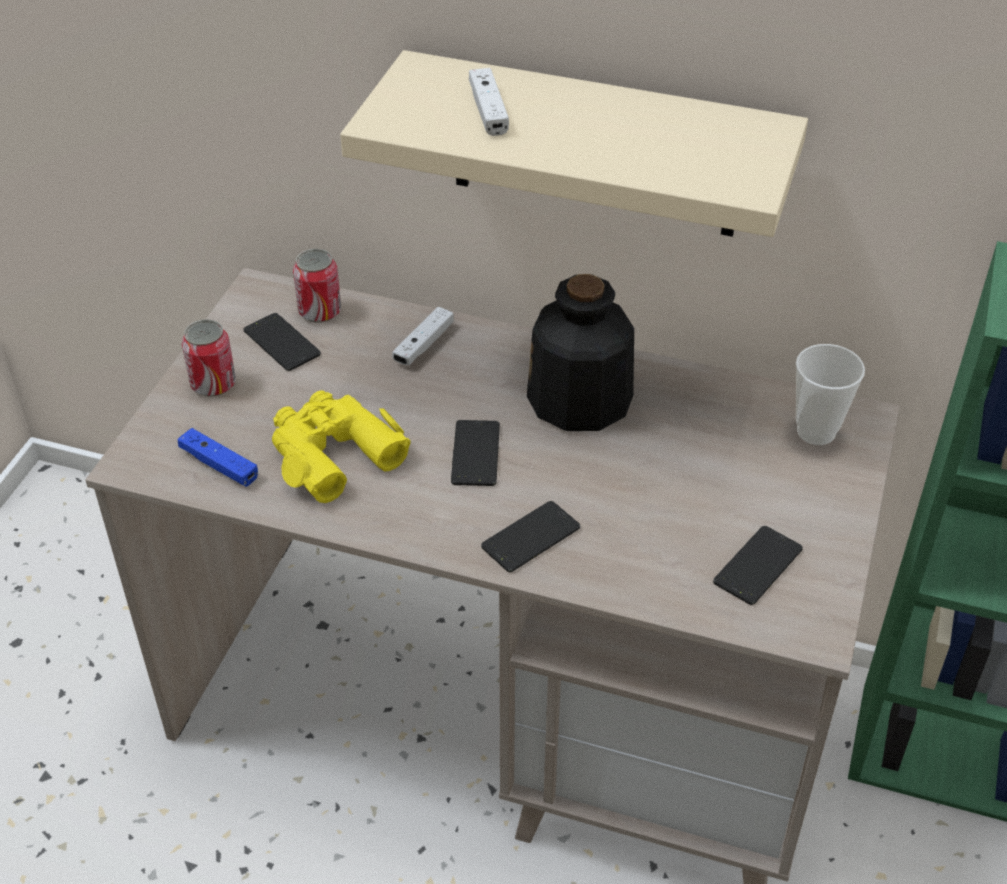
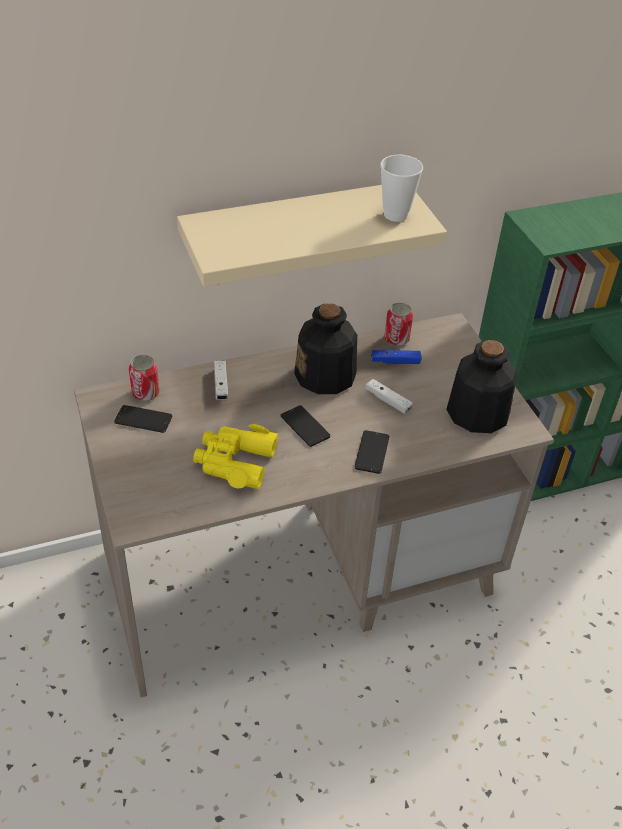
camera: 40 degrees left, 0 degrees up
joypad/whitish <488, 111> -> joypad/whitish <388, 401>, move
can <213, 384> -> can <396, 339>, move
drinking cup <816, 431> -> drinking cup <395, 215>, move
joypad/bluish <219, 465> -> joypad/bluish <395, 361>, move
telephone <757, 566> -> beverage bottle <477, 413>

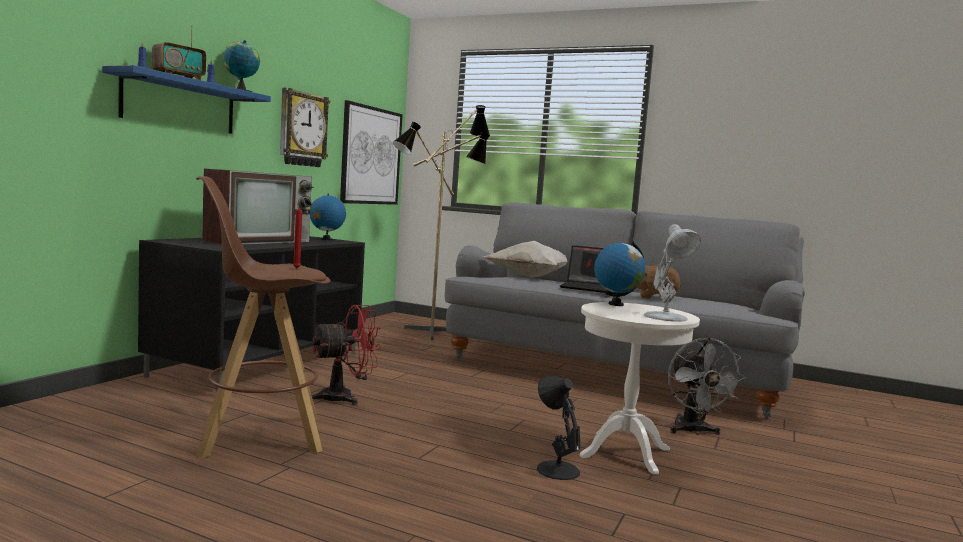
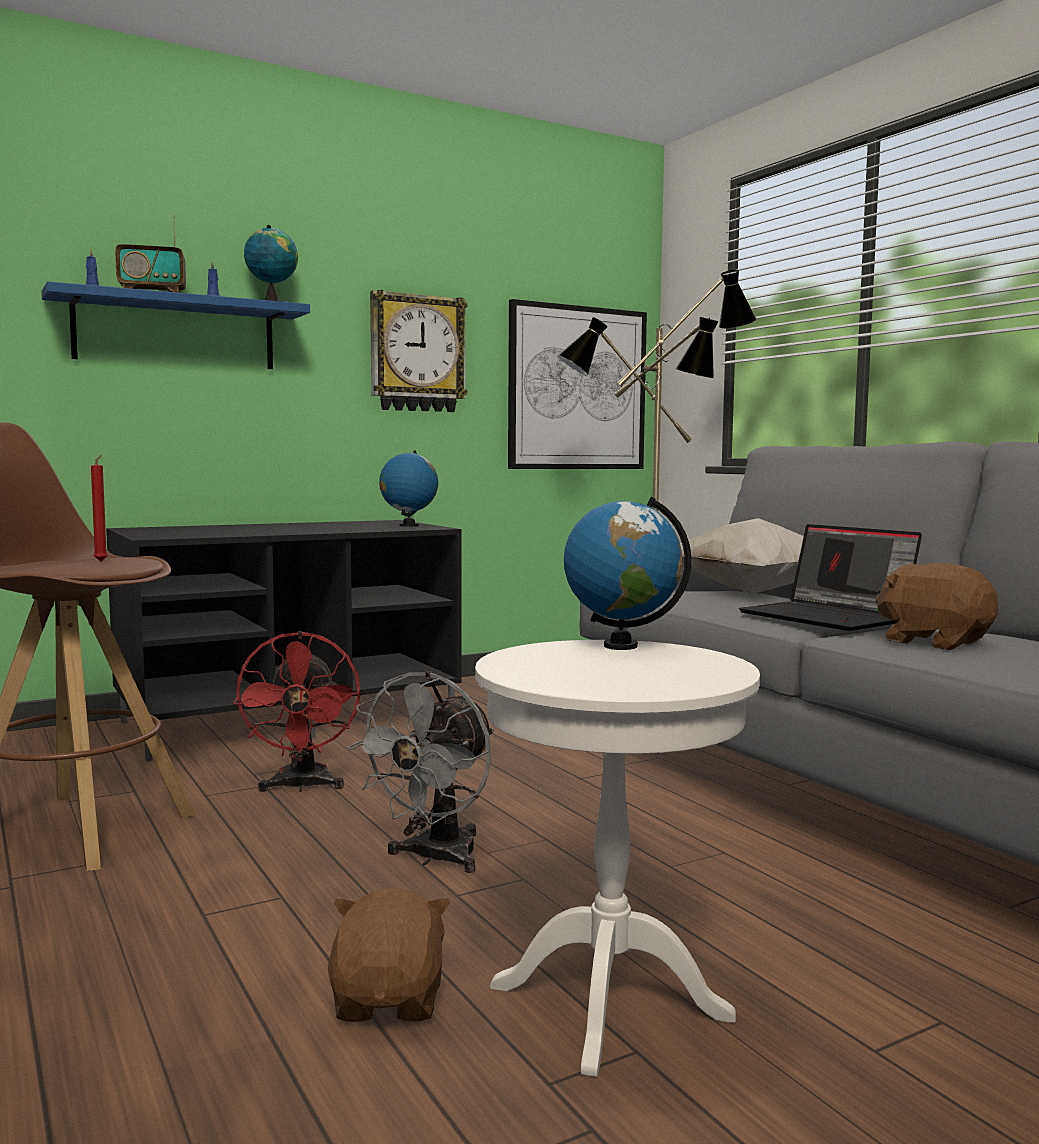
camera: 35 degrees right, 0 degrees up
television <259, 241> -> none
table lamp/whitish <667, 317> -> none
cooling fan/red <345, 397> -> cooling fan/red <301, 787>, 75 degrees clockwise
cooling fan/grey <693, 431> -> cooling fan/grey <434, 859>, move
table lamp/black-coloured <556, 469> -> cuddly toy/brownish <390, 1000>

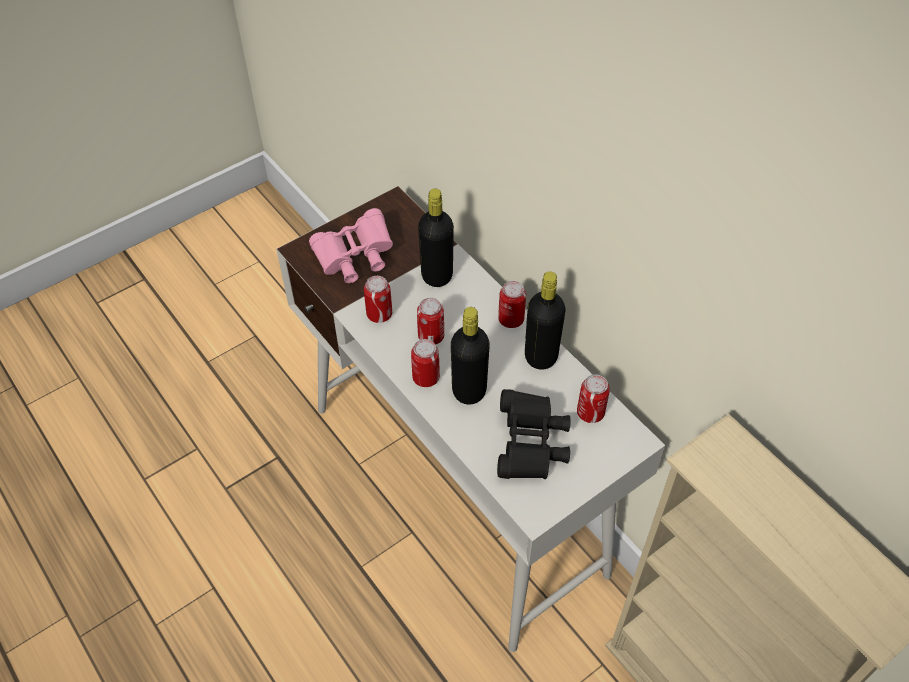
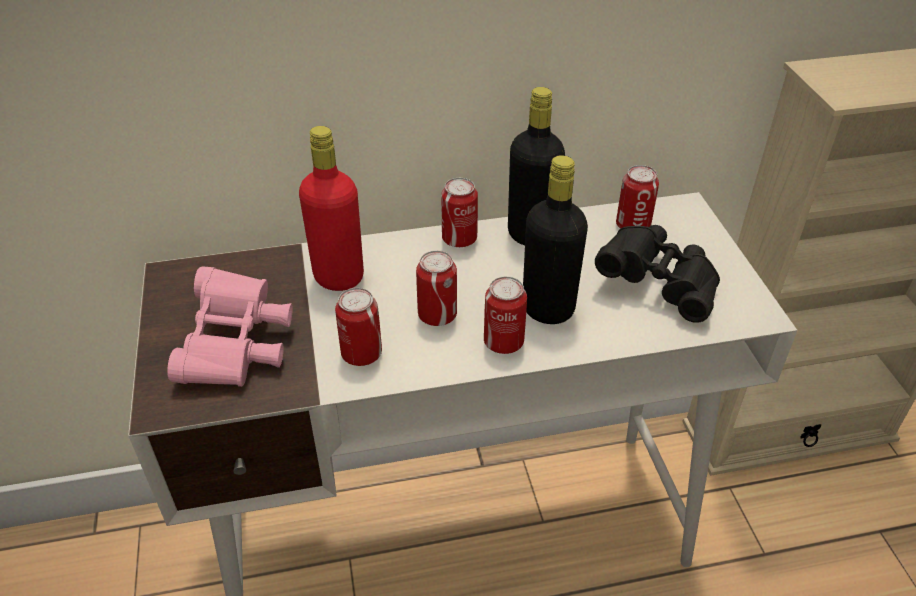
camera: 65 degrees left, 10 degrees down
beverage bottle/black-coloured <437, 275> -> beverage bottle/red <339, 277>

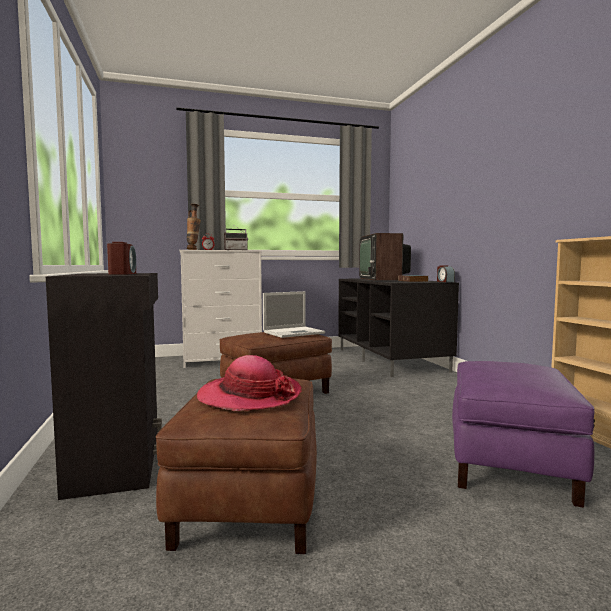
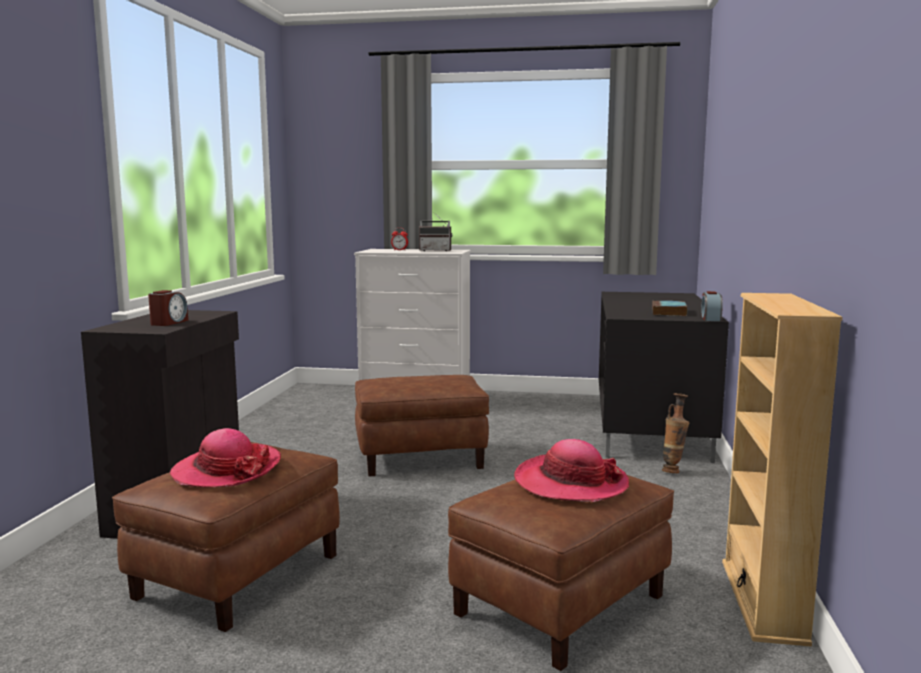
camera: 25 degrees right, 5 degrees up
decorative vase <193, 249> -> decorative vase <673, 471>, move
television <383, 279> -> none
portable computer <294, 332> -> none
ottoman/purple-coloured <510, 465> -> ottoman/brownish <561, 605>
none -> wearable hat <570, 483>

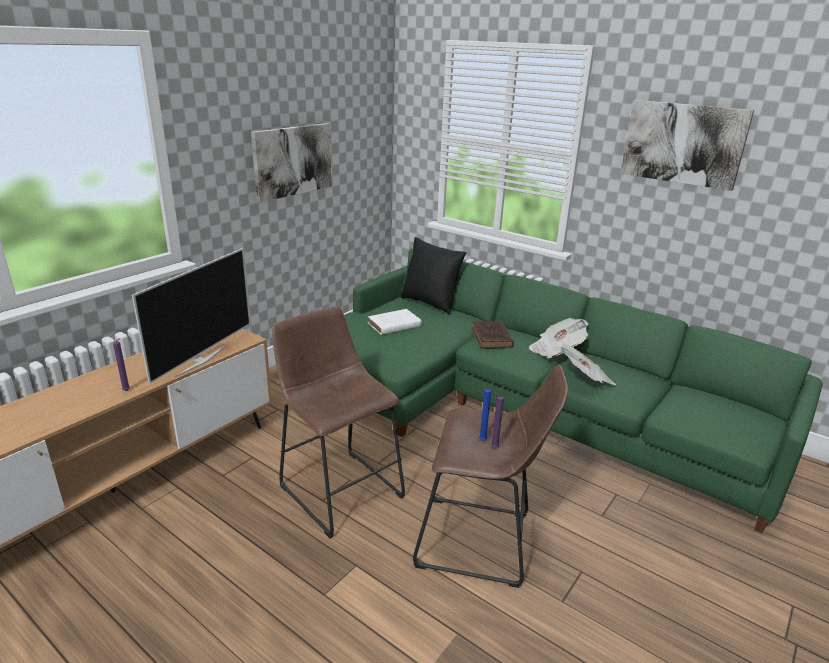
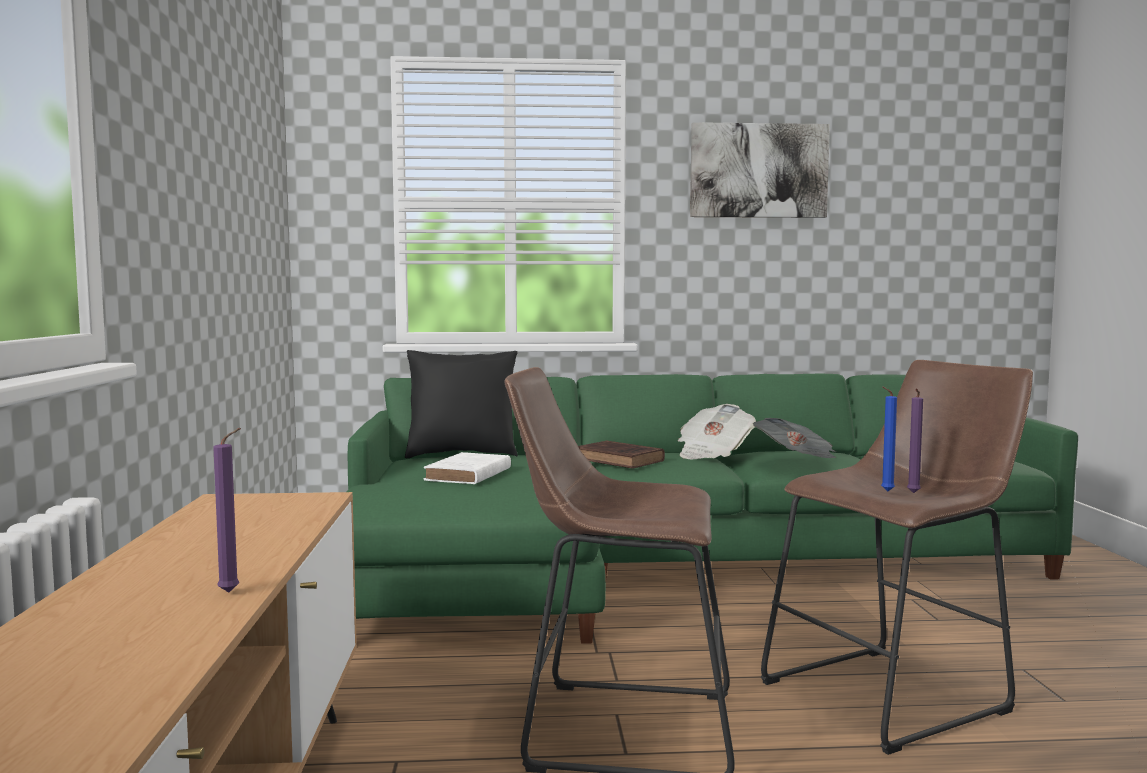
camera: 40 degrees left, 20 degrees down
wall art <292, 160> -> none
television <200, 360> -> none

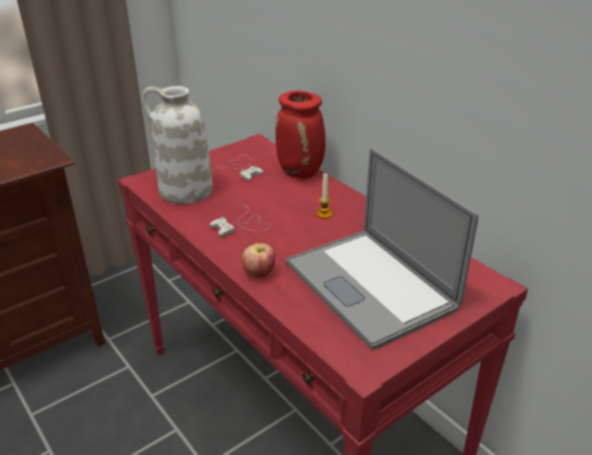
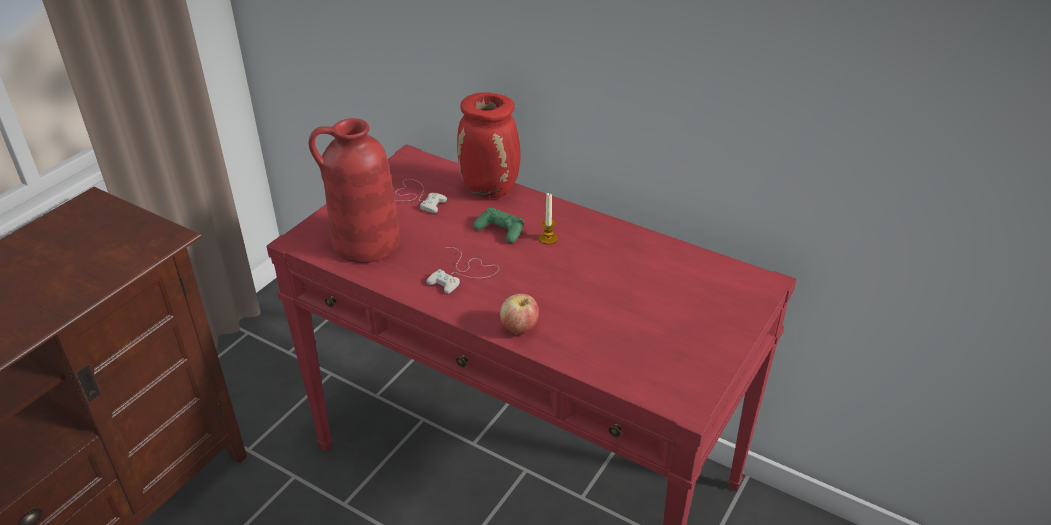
camera: 20 degrees left, 5 degrees up
decorative vase/whitish <185, 191> -> decorative vase/red <365, 244>
portable computer <369, 285> -> none
none -> joypad/greenish <500, 230>

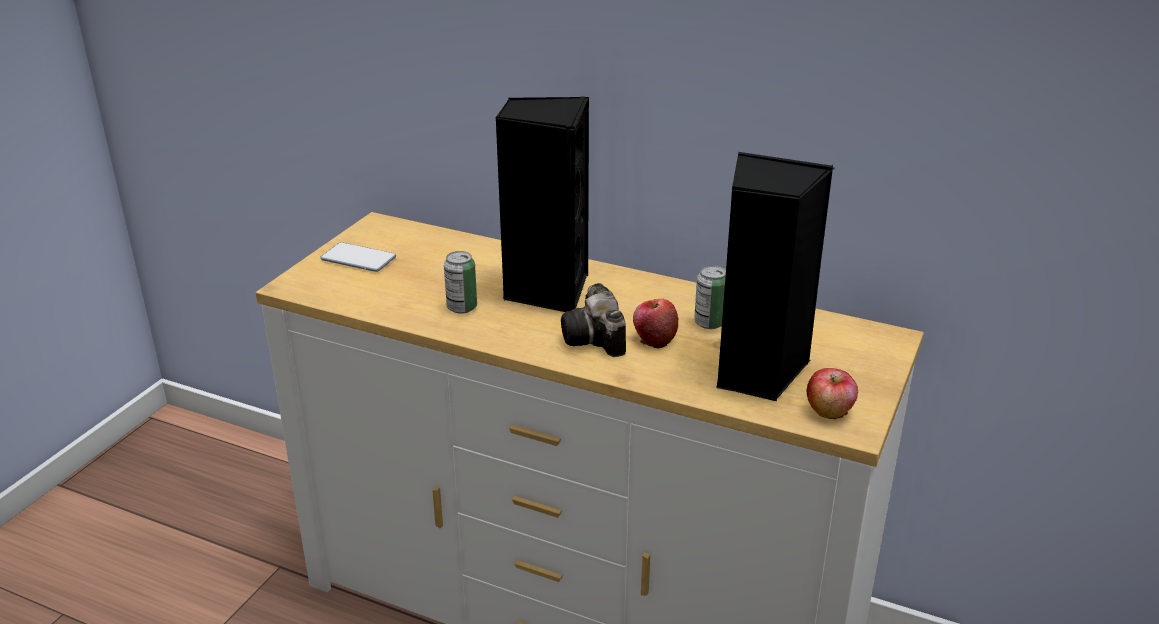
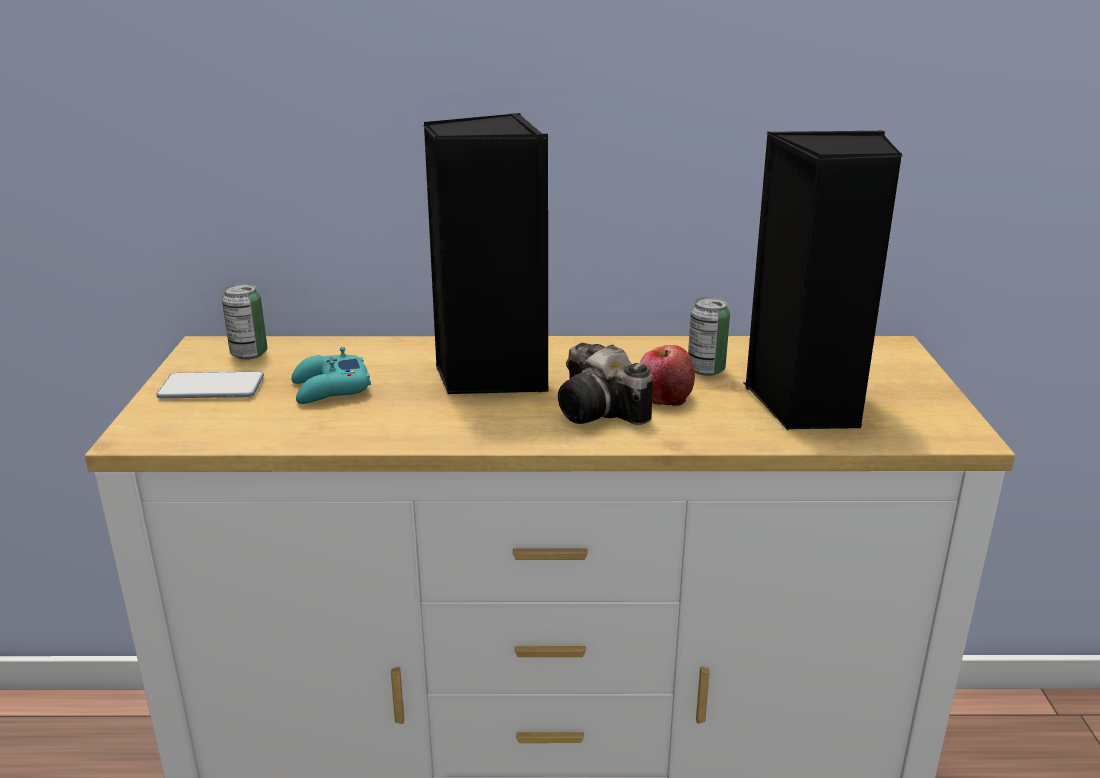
camera: 25 degrees left, 5 degrees down
can <462, 307> -> can <249, 354>, move
apple fruit <829, 411> -> none
none -> joypad/blue-green <330, 389>

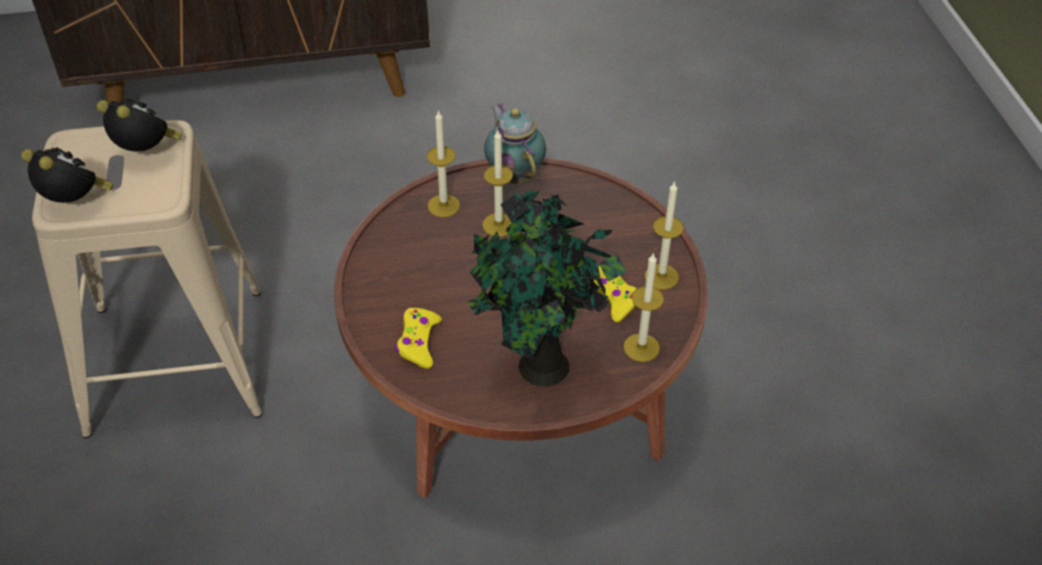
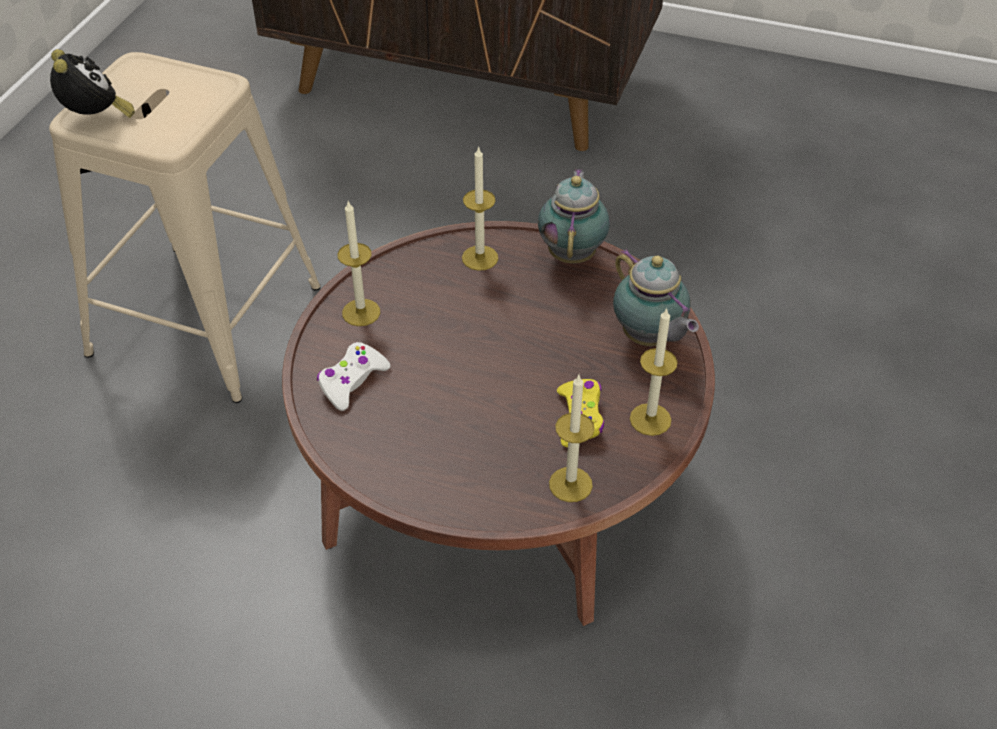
camera: 30 degrees right, 0 degrees up
bedside clock <147, 152> -> none
wax candle <498, 225> -> wax candle <361, 312>, move
houseplant <541, 369> -> none
joypad/yellow <418, 342> -> joypad/whitish <352, 381>
none -> tea pot <649, 339>

